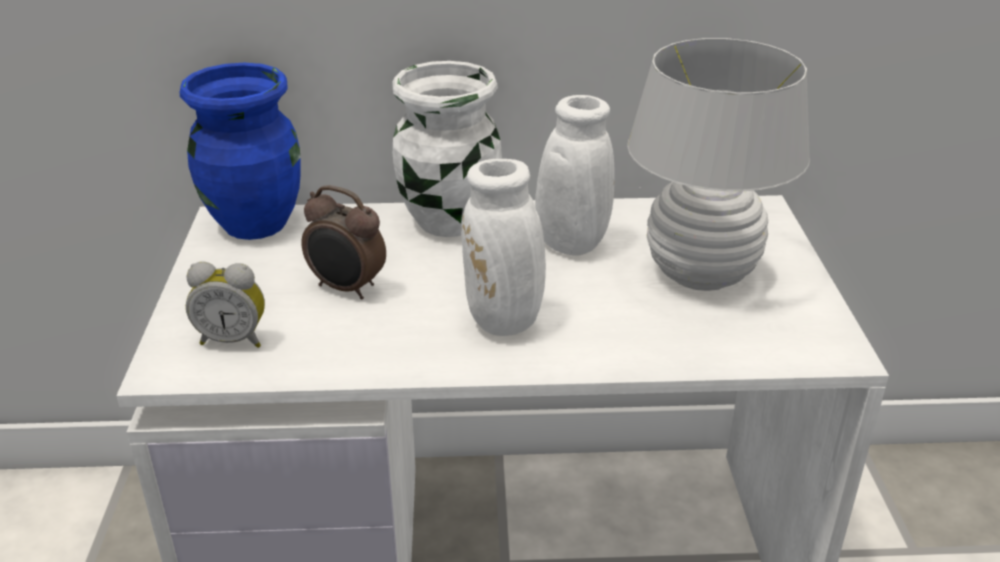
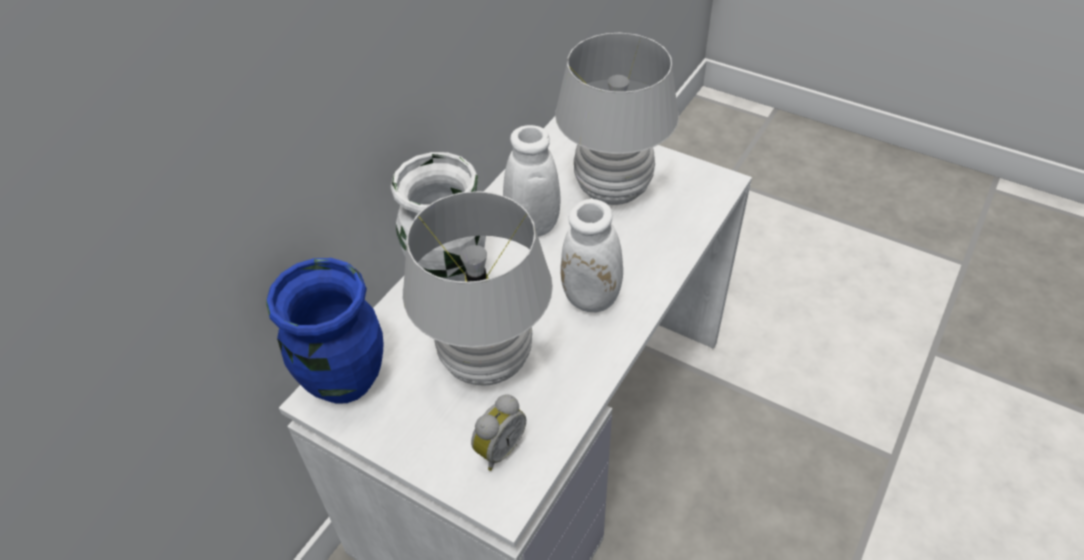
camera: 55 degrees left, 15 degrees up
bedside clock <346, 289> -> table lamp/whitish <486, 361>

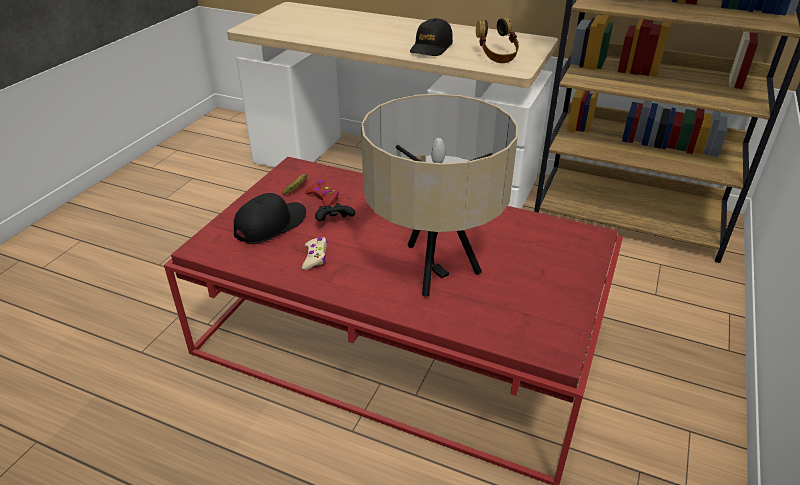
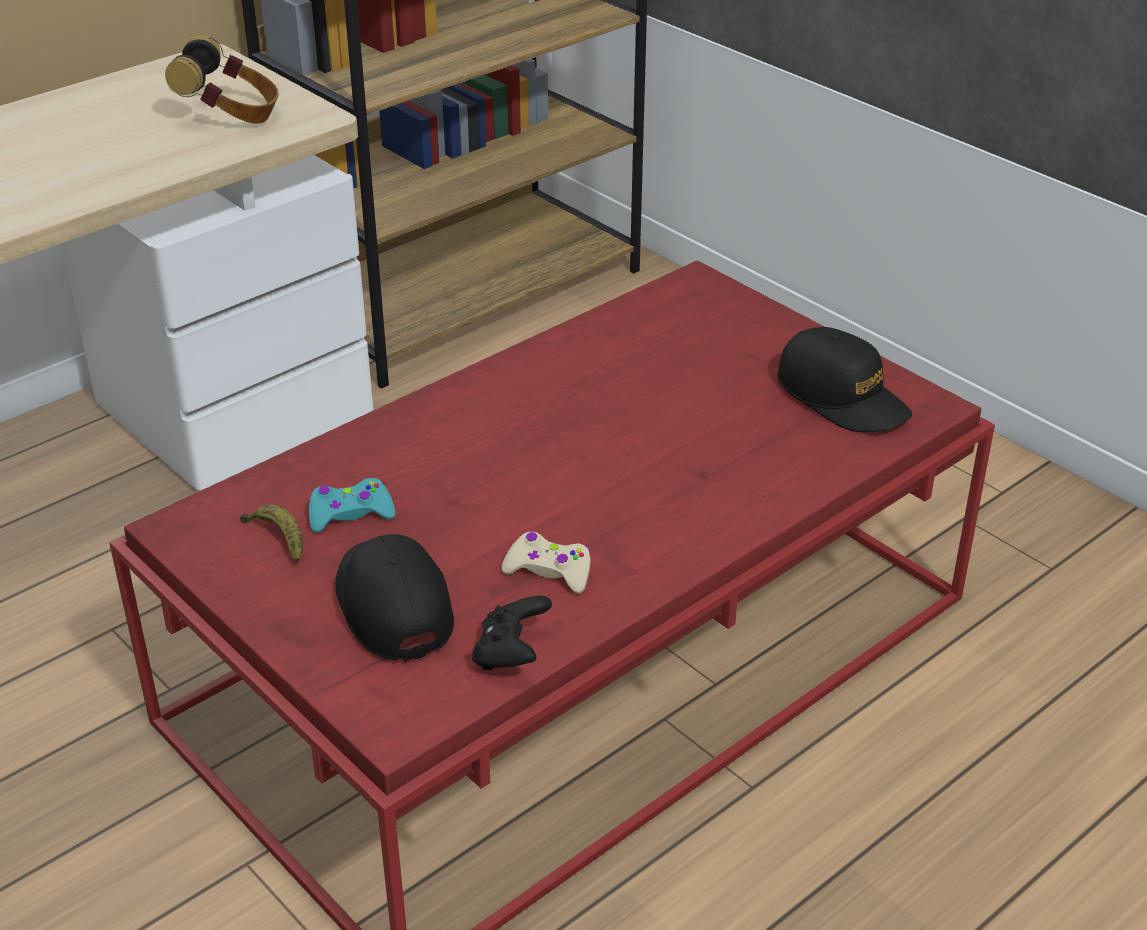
camera: 65 degrees left, 0 degrees up
baseball cap/black-coloured <431, 47> -> baseball cap/black-coloured <842, 397>, move
table lamp/beige <433, 266> -> none
joypad/red <323, 197> -> joypad/blue-green <350, 514>
joypad/black-coloured <334, 223> -> joypad/black-coloured <511, 654>, move

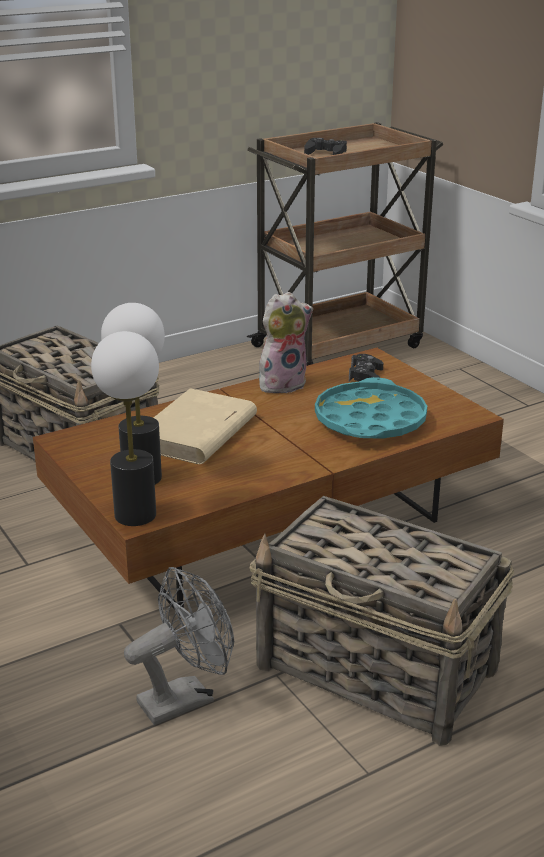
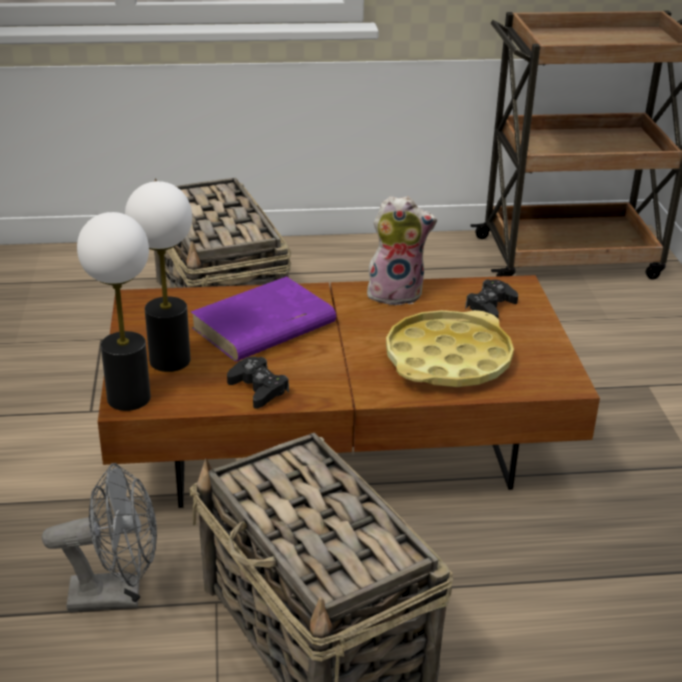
camera: 25 degrees right, 5 degrees up
joypad/black-coloured <326, 153> -> joypad/black-coloured <258, 389>, move
carrying tray/blue-green <370, 420> -> carrying tray/yellow <447, 359>
bound book/beige <197, 433> -> bound book/purple-coloured <262, 326>

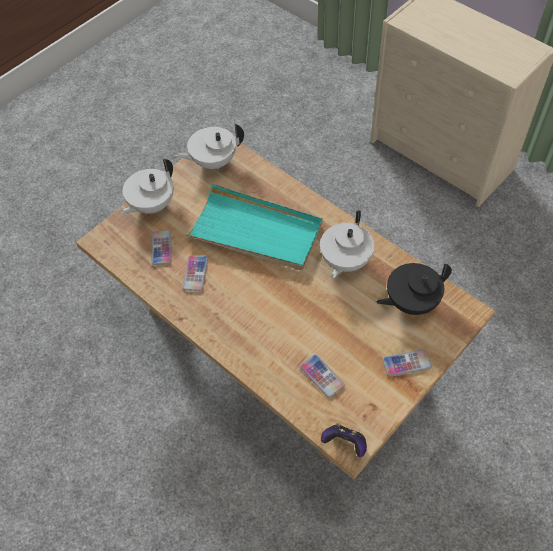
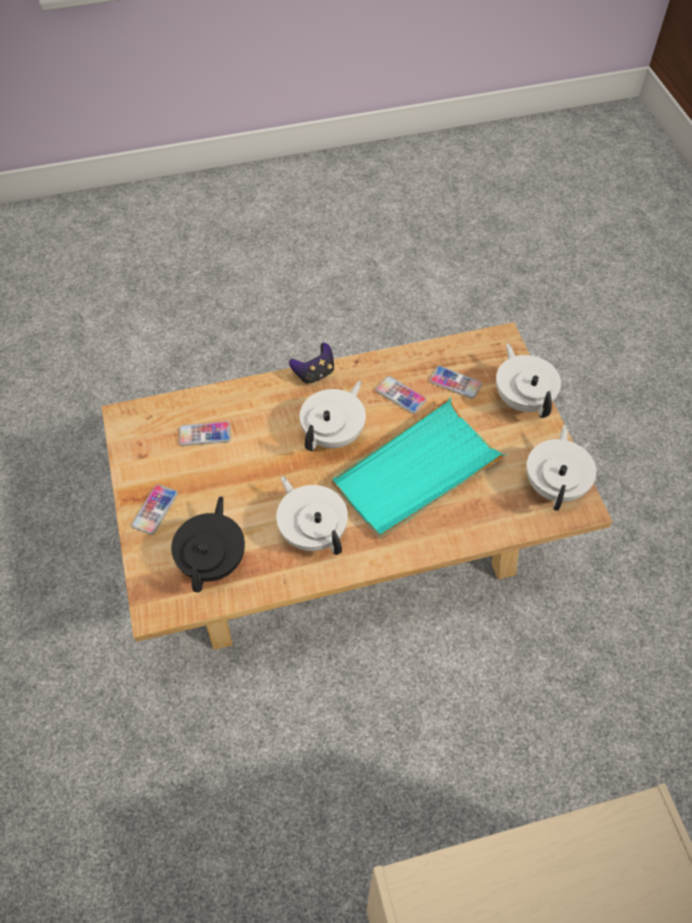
camera: 120 degrees right, 0 degrees up
joypad <345, 444> -> joypad <314, 374>, move
none -> tea pot/whitish <334, 434>

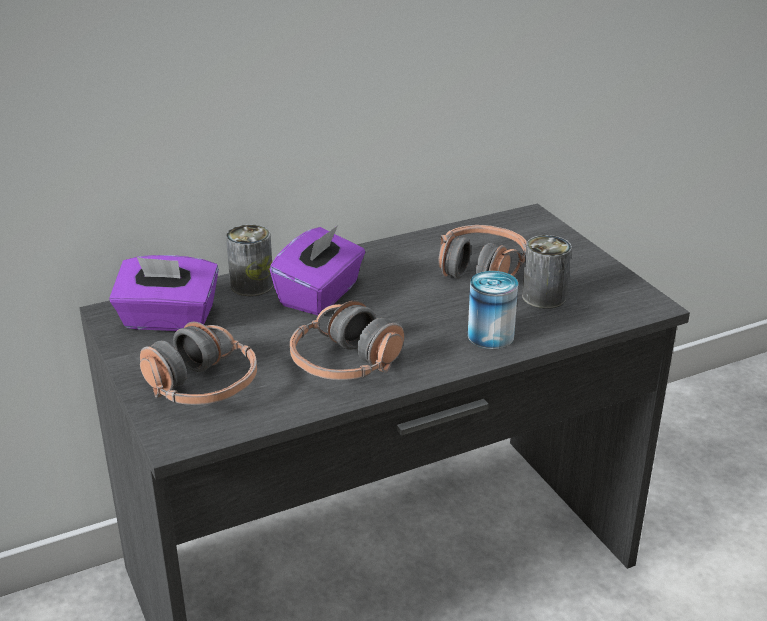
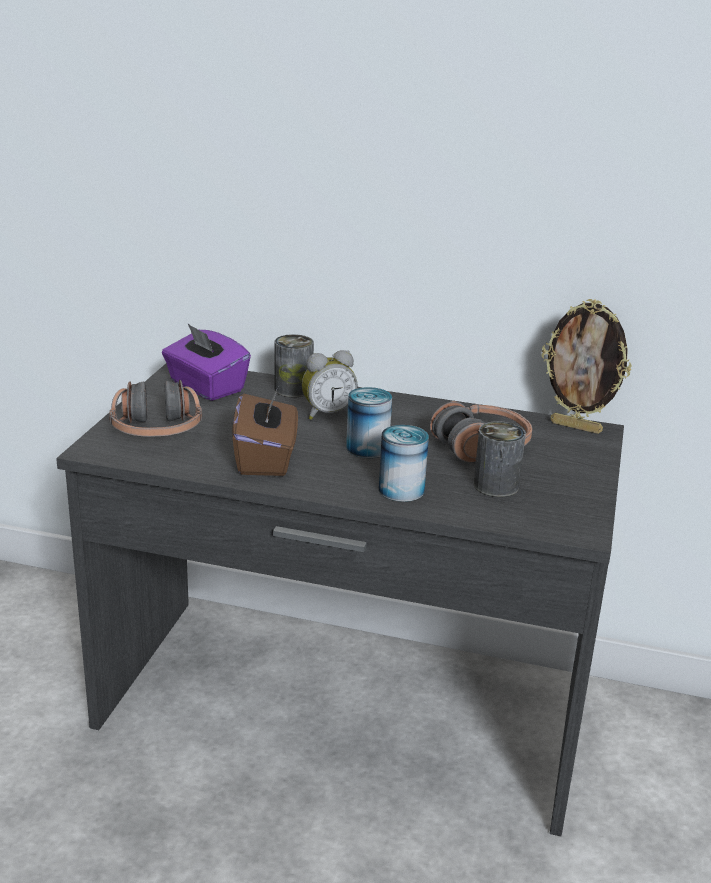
camera: 40 degrees right, 5 degrees down
box of tissues/purple-coloured <320, 295> -> bedside clock <327, 413>
pair of headphones <345, 364> -> box of tissues/brownish <266, 459>
none -> picture frame <576, 427>
none -> can <367, 448>

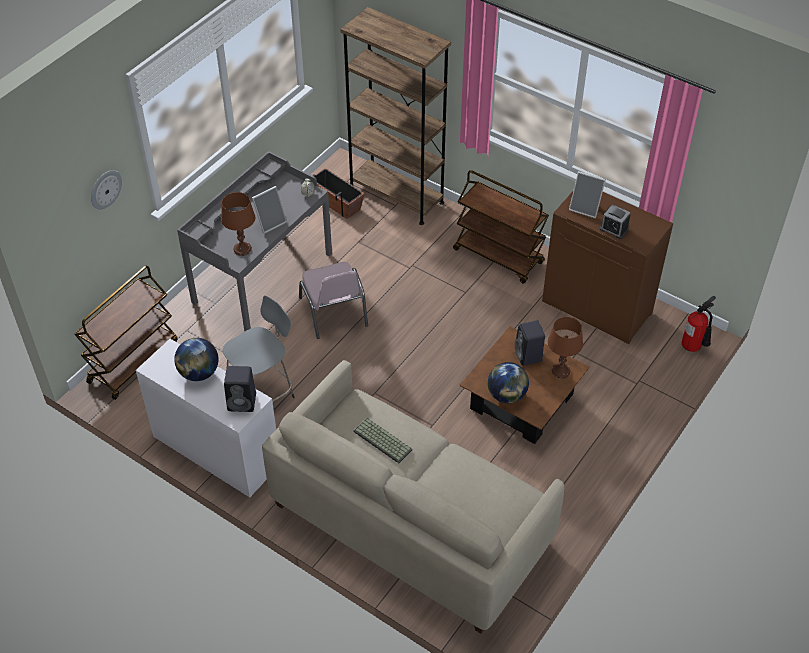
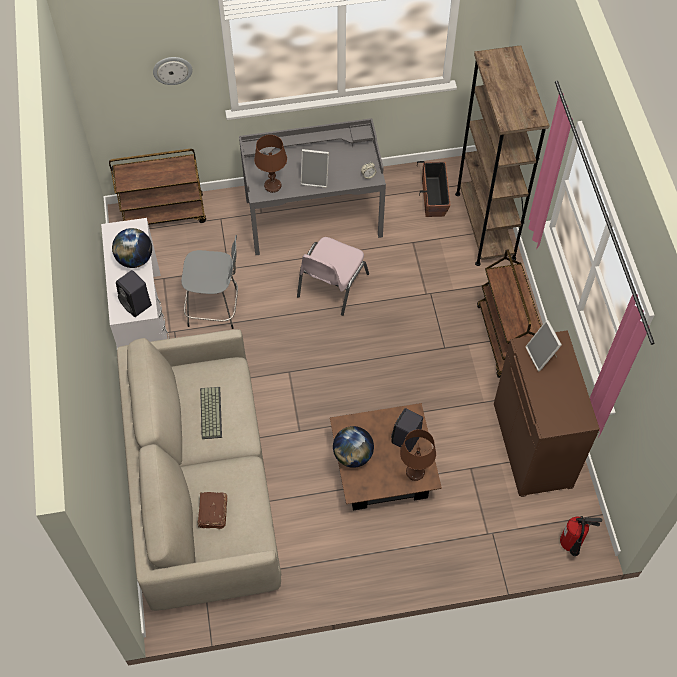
camera: 45 degrees right, 10 degrees up
bedside clock <614, 229> -> none
none -> bound book/brownish <212, 513>

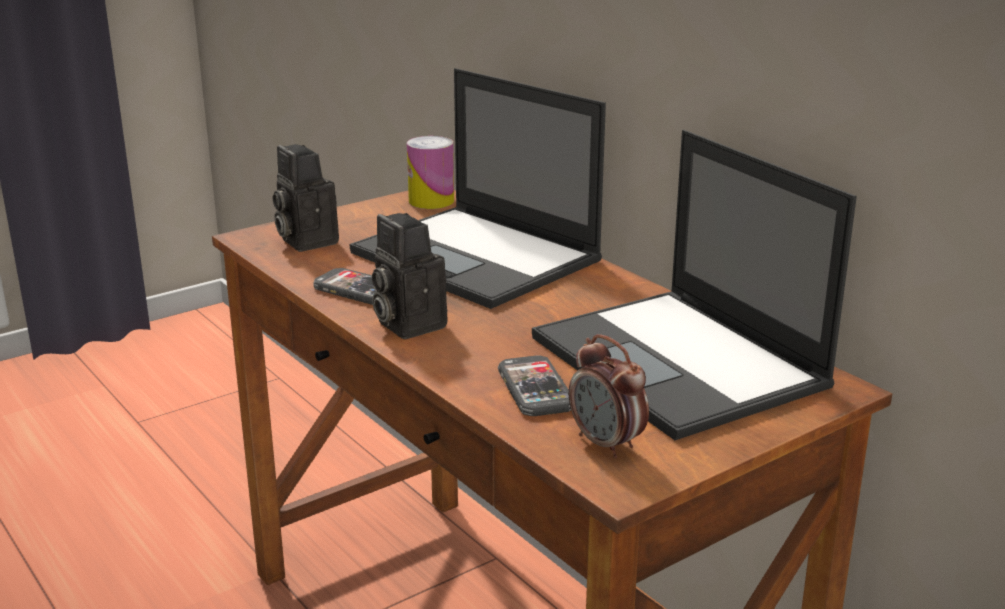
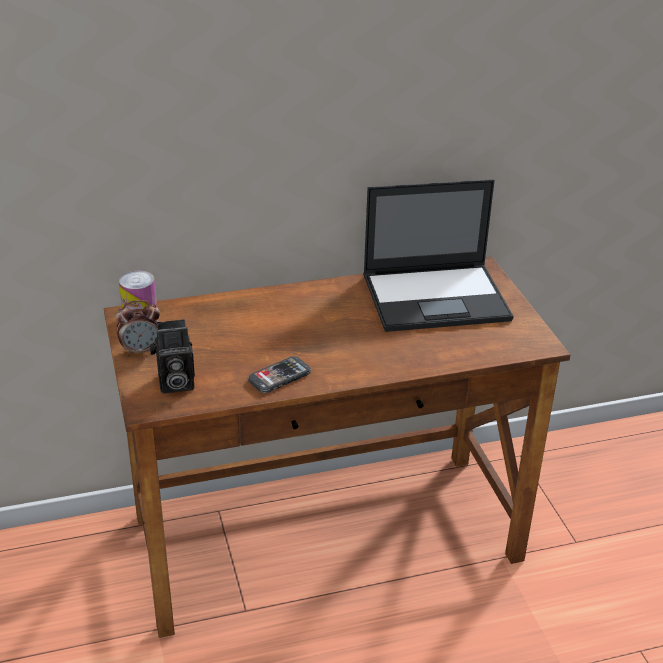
camera: 70 degrees left, 10 degrees up
portable computer <478, 257> -> none
photo camera <406, 324> -> none
bedside clock <606, 444> -> bedside clock <141, 350>, move
telephone <535, 389> -> none

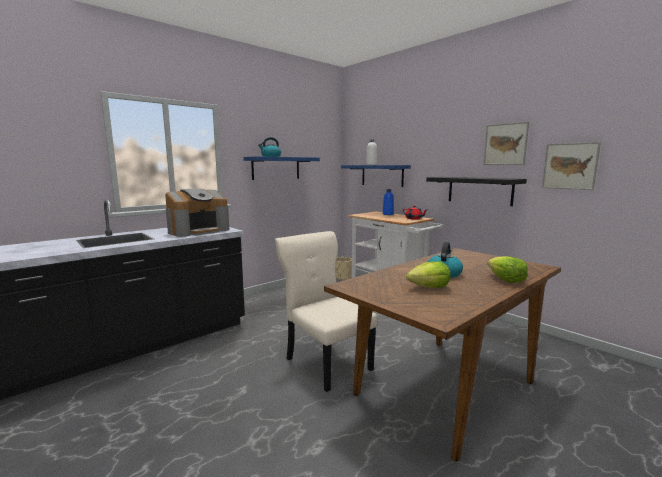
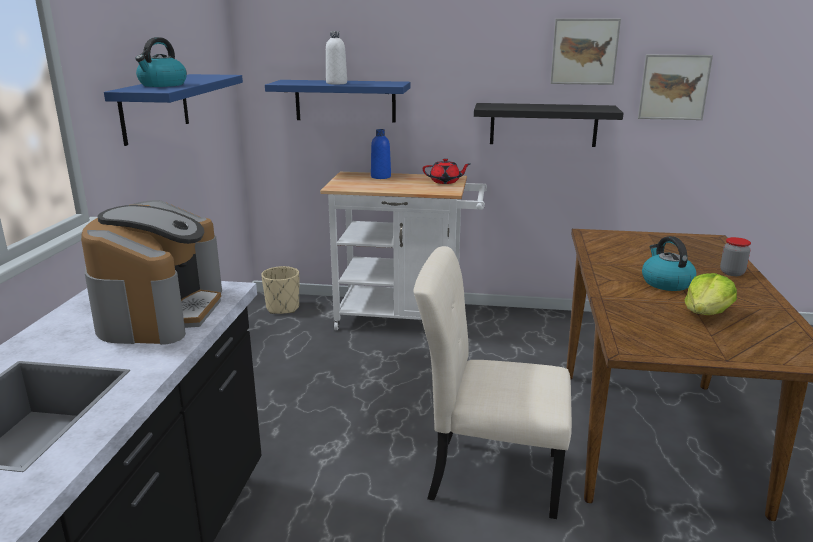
camera: 40 degrees left, 10 degrees up
head of lettuce <505, 280> -> jar <732, 273>

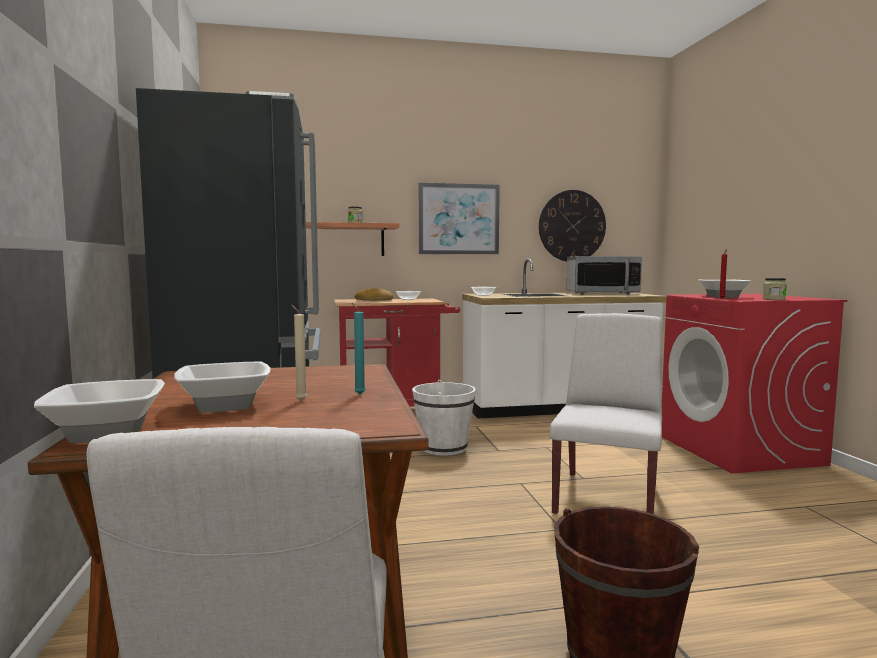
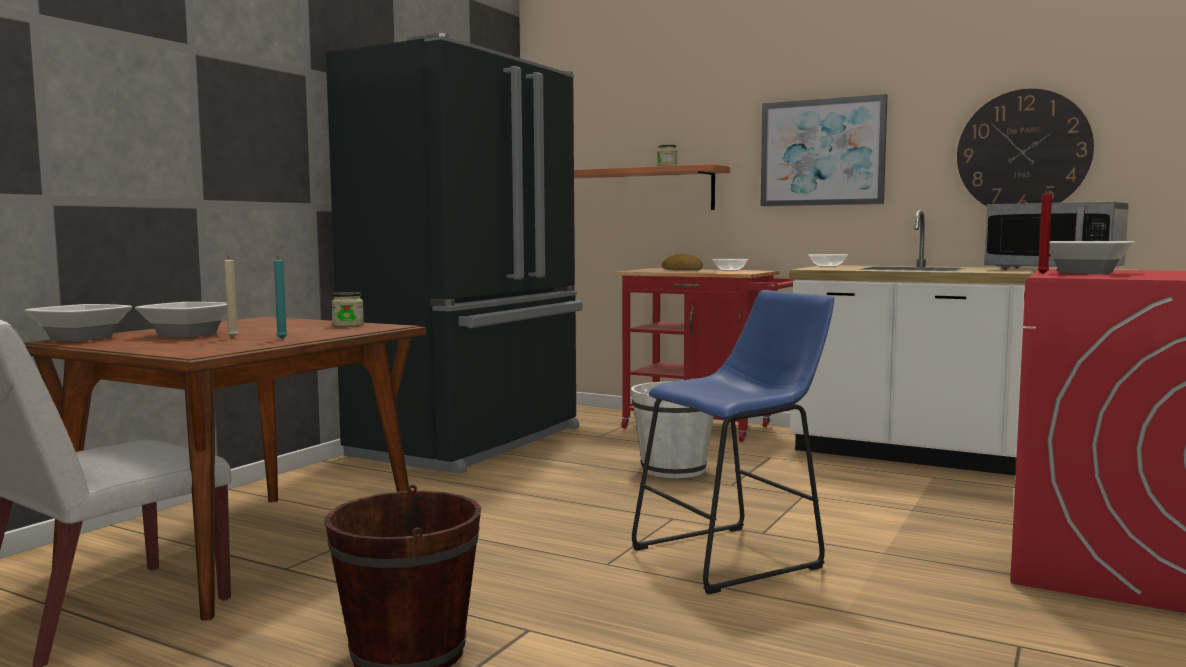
camera: 40 degrees right, 0 degrees up
jar <774, 299> -> jar <348, 325>, move
plain chair/whitish <607, 498> -> sitting stool/bluish <735, 556>

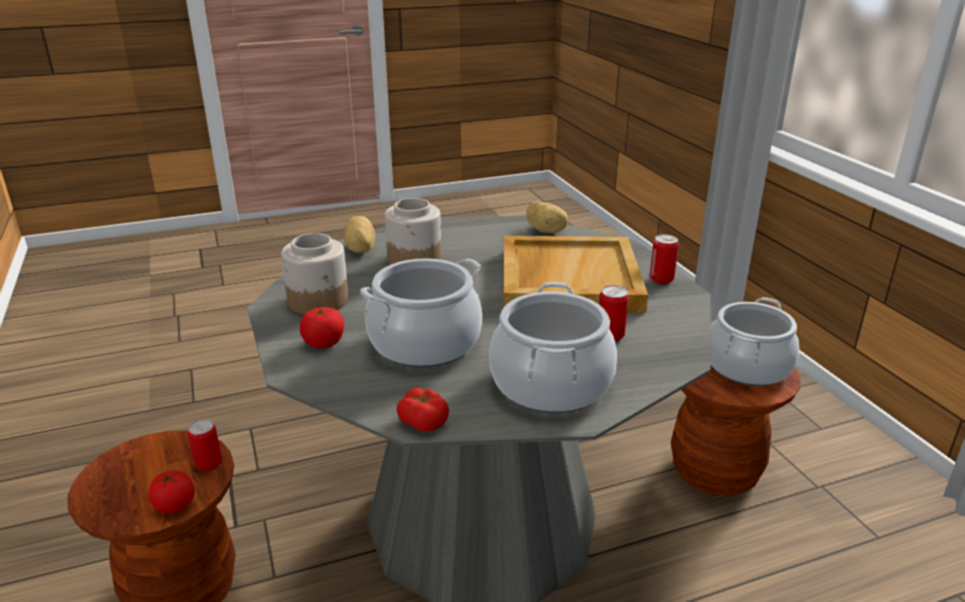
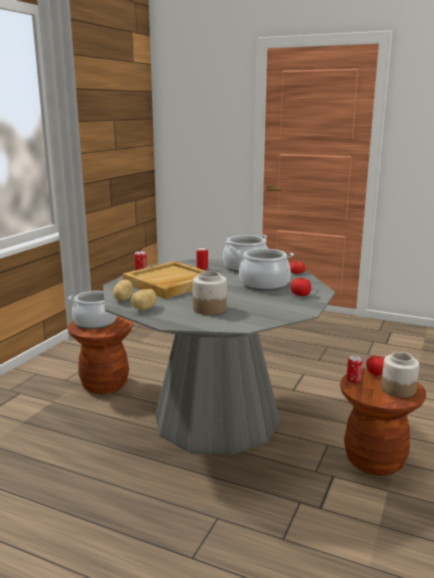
camera: 135 degrees left, 10 degrees down
spud <359, 249> -> spud <145, 309>, move
jar <319, 301> -> jar <397, 389>, move

